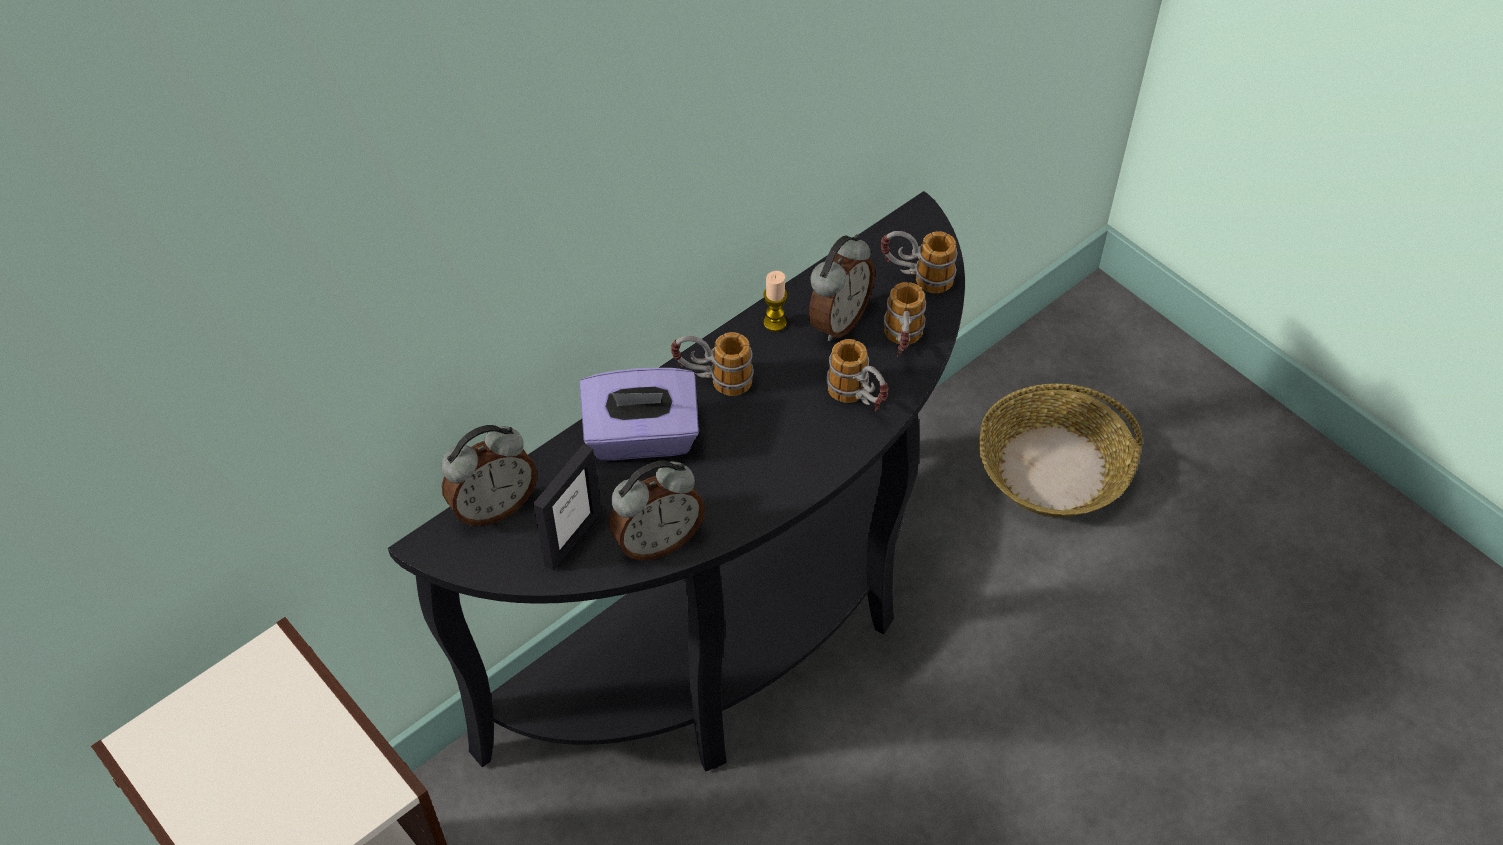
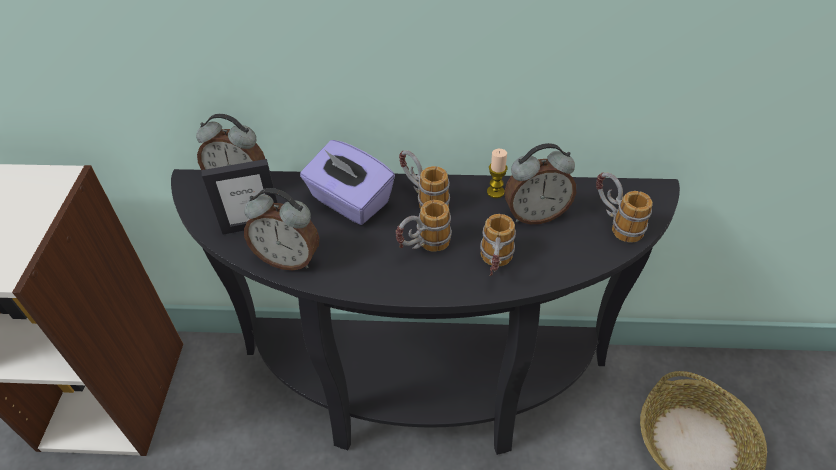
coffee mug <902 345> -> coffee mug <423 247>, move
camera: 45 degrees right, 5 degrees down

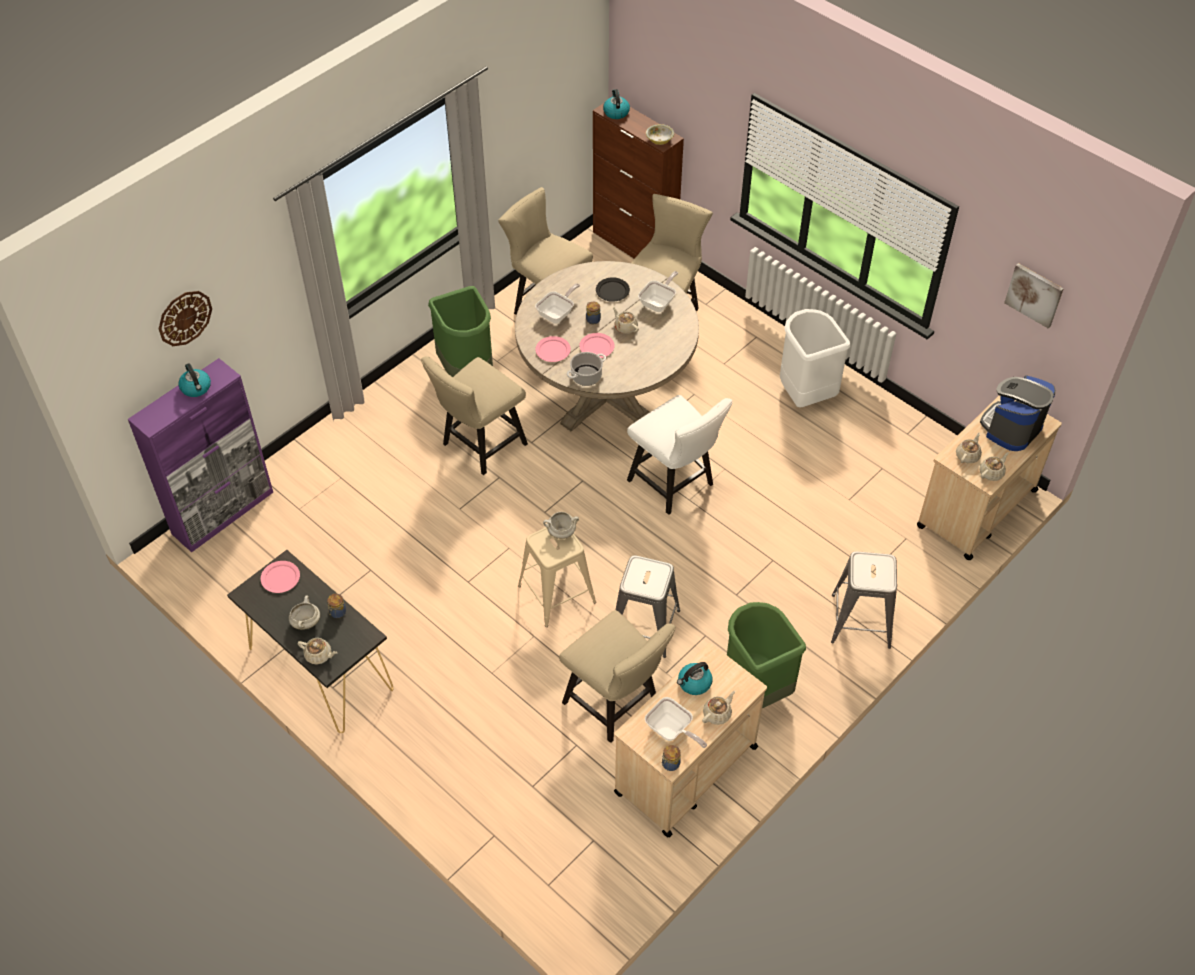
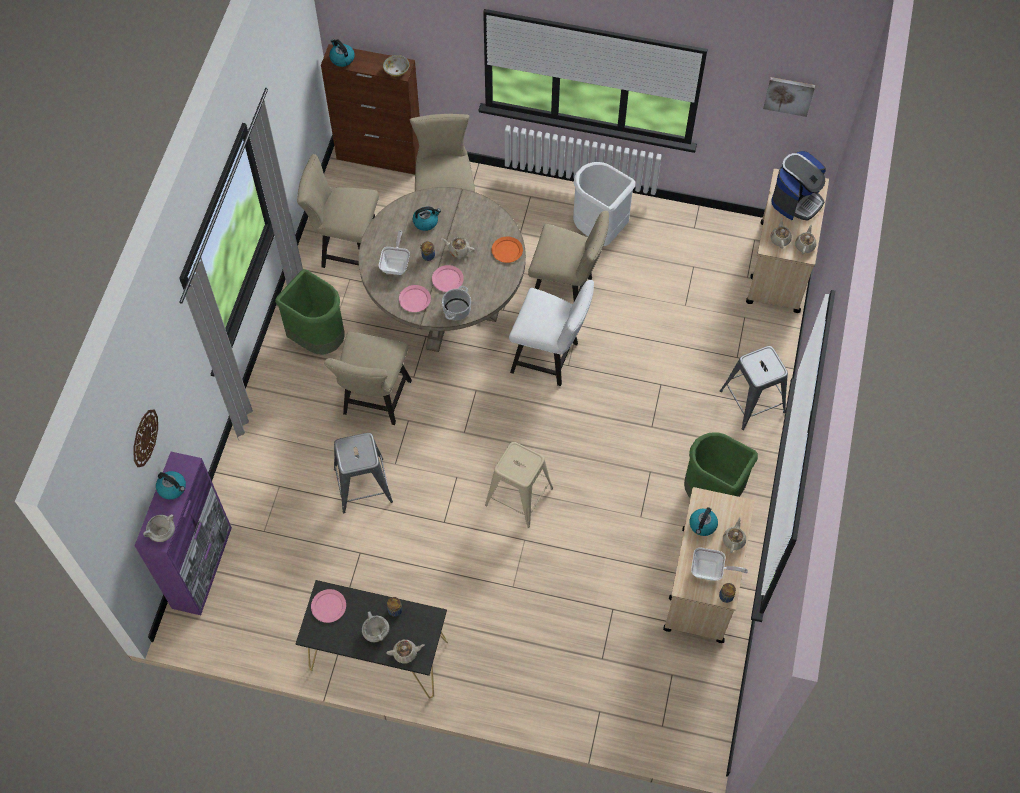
skillet <659 302> -> none
none -> orange-coloured plate <507 250>
white-coloured cooking pot <561 532> -> white-coloured cooking pot <162 533>, move
sand-coloured chair <616 705> -> sand-coloured chair <566 293>, move
greyish stool <644 626> -> greyish stool <362 485>, move
black plate <612 291> -> water kettle <426 222>
coffee maker <1011 428> -> coffee maker <796 200>, 150 degrees counterclockwise
camera: 30 degrees left, 10 degrees up

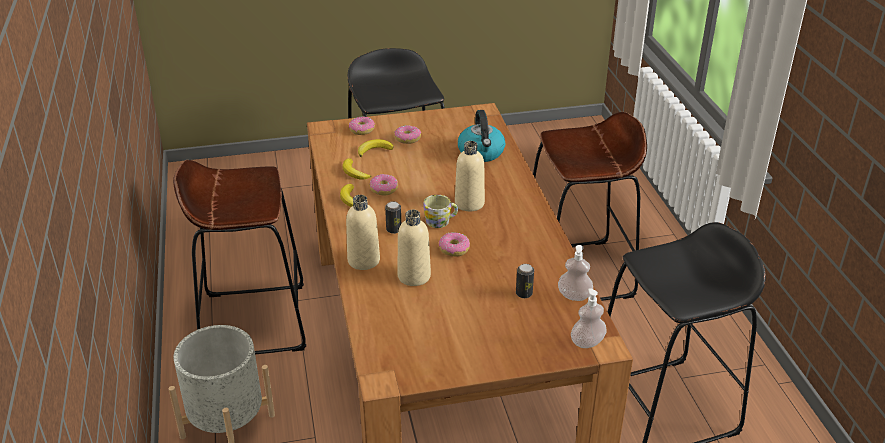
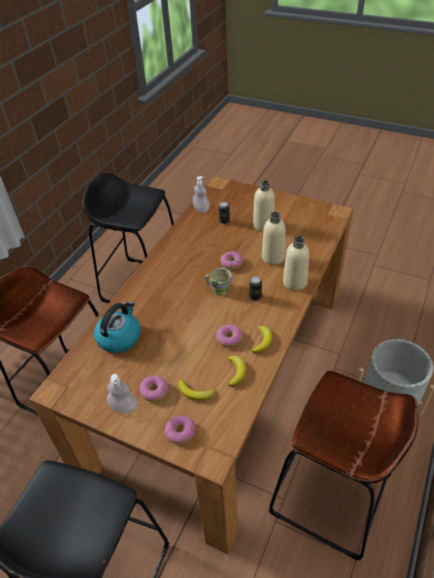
sand-coloured bottle <469 203> -> sand-coloured bottle <263 225>, move
liquid soap bottle <587 342> -> liquid soap bottle <124 407>, move
camera: 140 degrees left, 10 degrees up

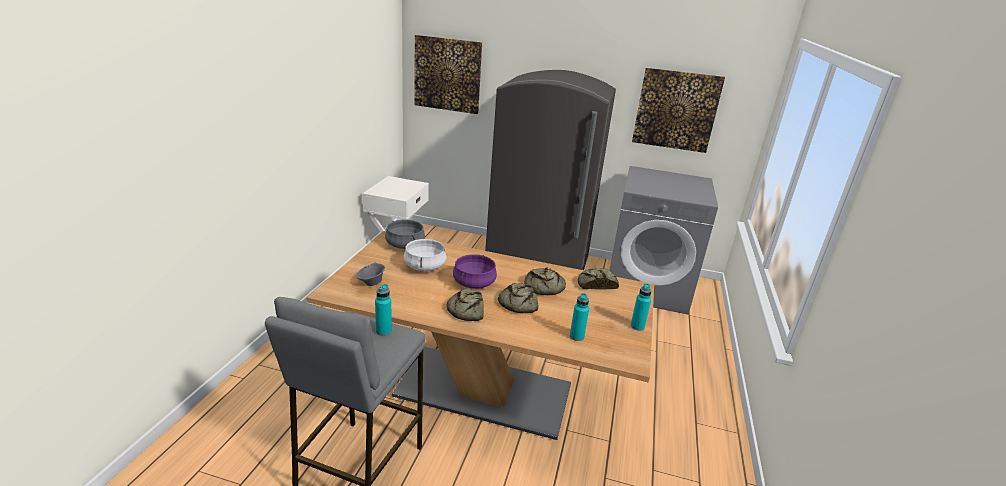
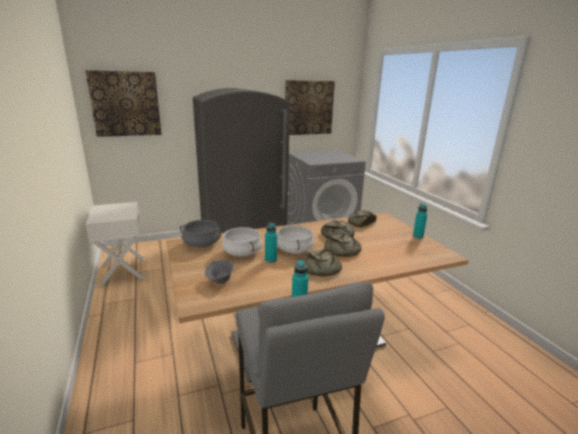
blue-green bottle <576 336> -> blue-green bottle <271 260>, move
purple cooking pot <473 283> -> white-coloured cooking pot <294 250>
camera: 35 degrees left, 5 degrees down

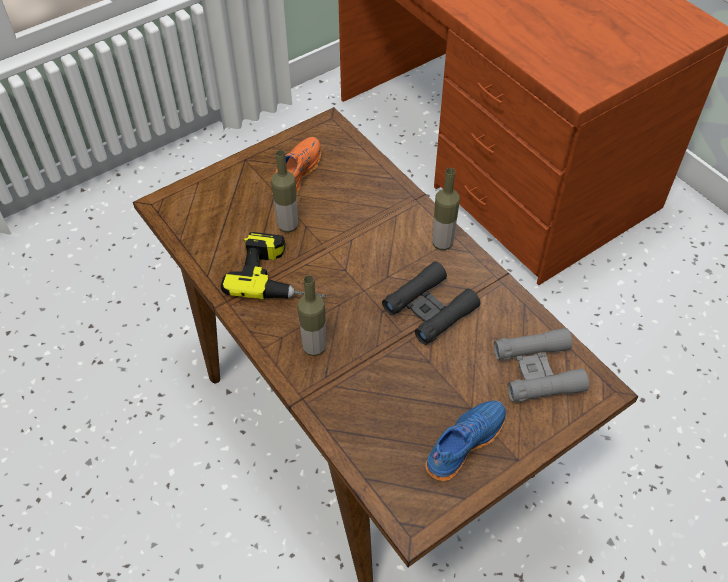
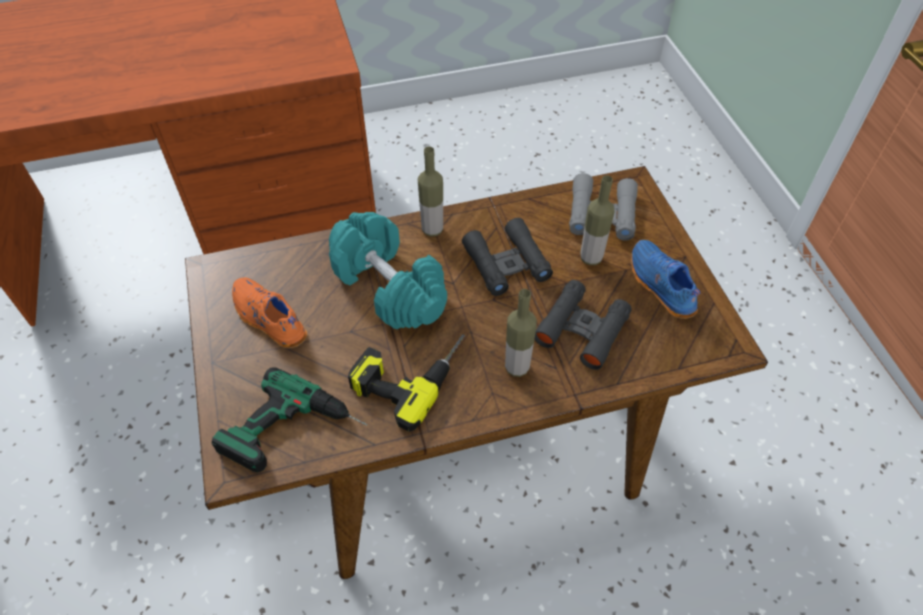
none -> power drill <296 435>
none -> blue-green hand weight <390 287>
none -> black field glasses <582 329>
bottle <287 226> -> bottle <591 258>, move
camera: 70 degrees left, 0 degrees up

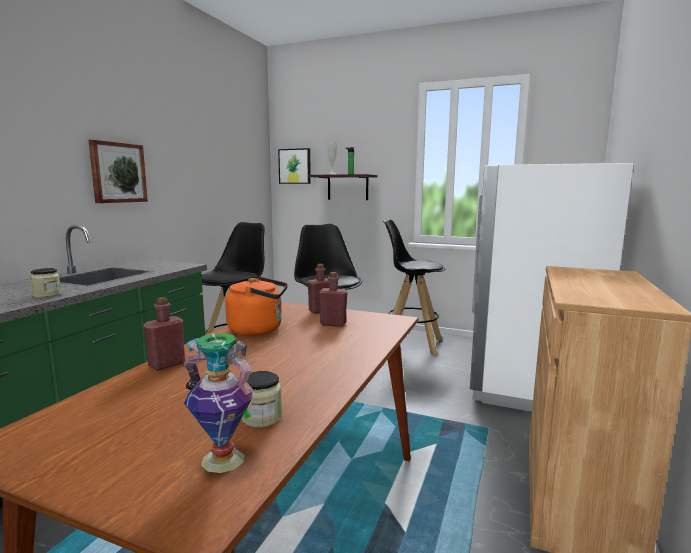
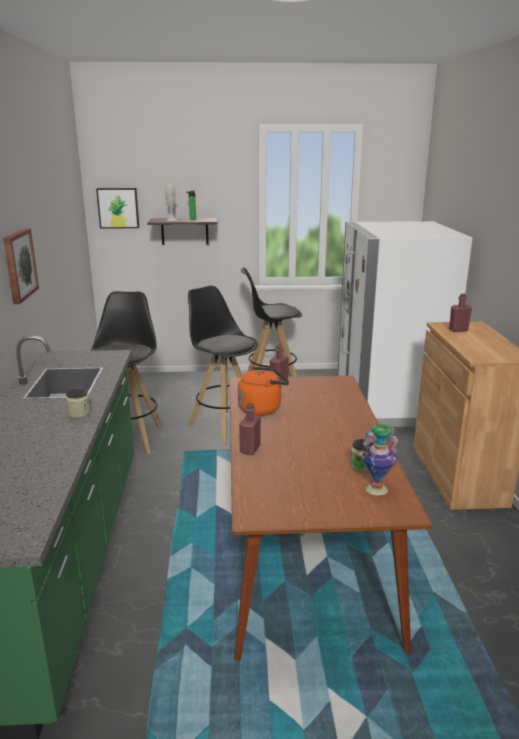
red-coloured bottle <333 324> -> red-coloured bottle <458 330>, move
camera: 25 degrees left, 10 degrees up

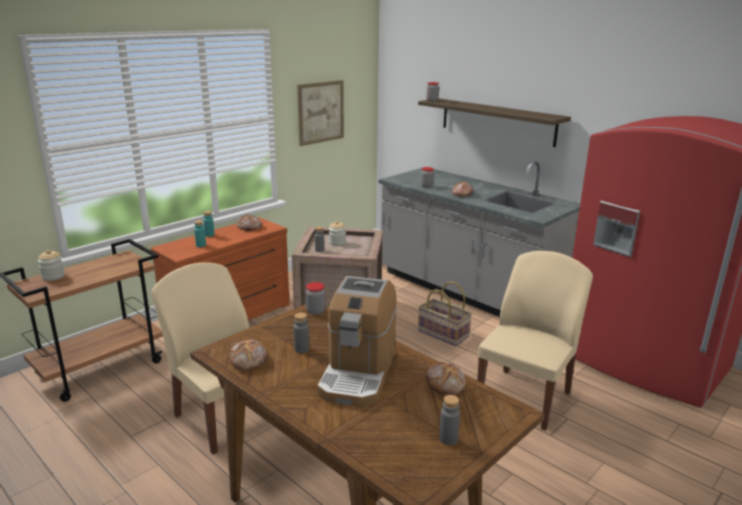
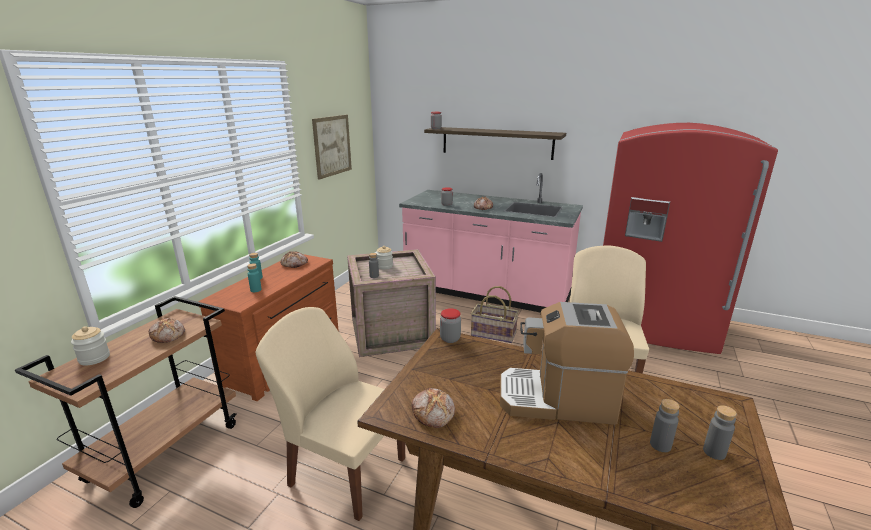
greyish bottle <301 349> -> greyish bottle <660 445>, move
bakery bread <446 384> -> bakery bread <168 335>, move
greyish kitchen counter <467 292> -> pinkish kitchen counter <486 293>
coffee maker <358 373> -> coffee maker <557 399>, 105 degrees clockwise
camera: 20 degrees left, 0 degrees up

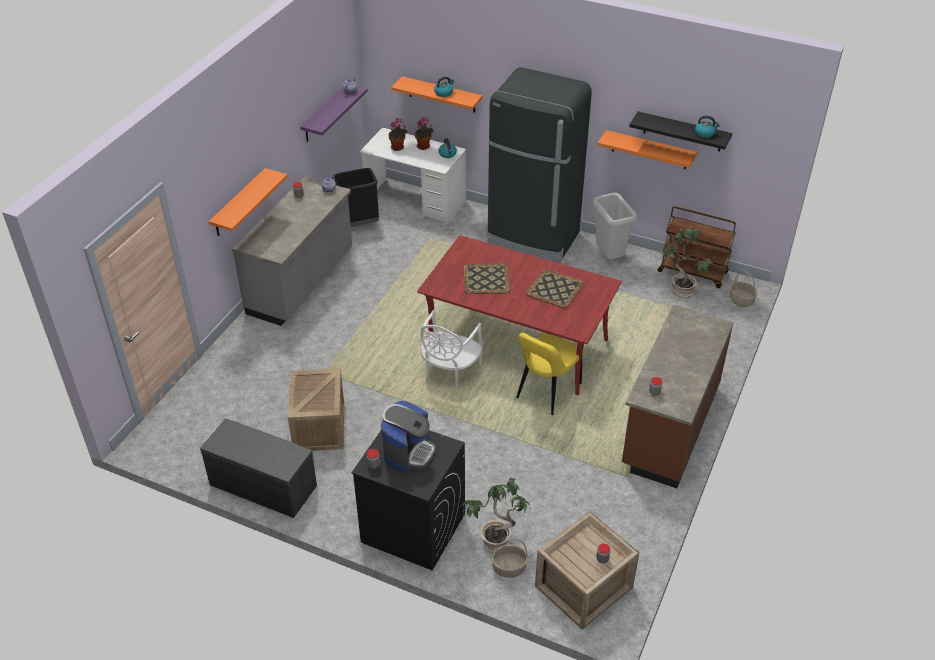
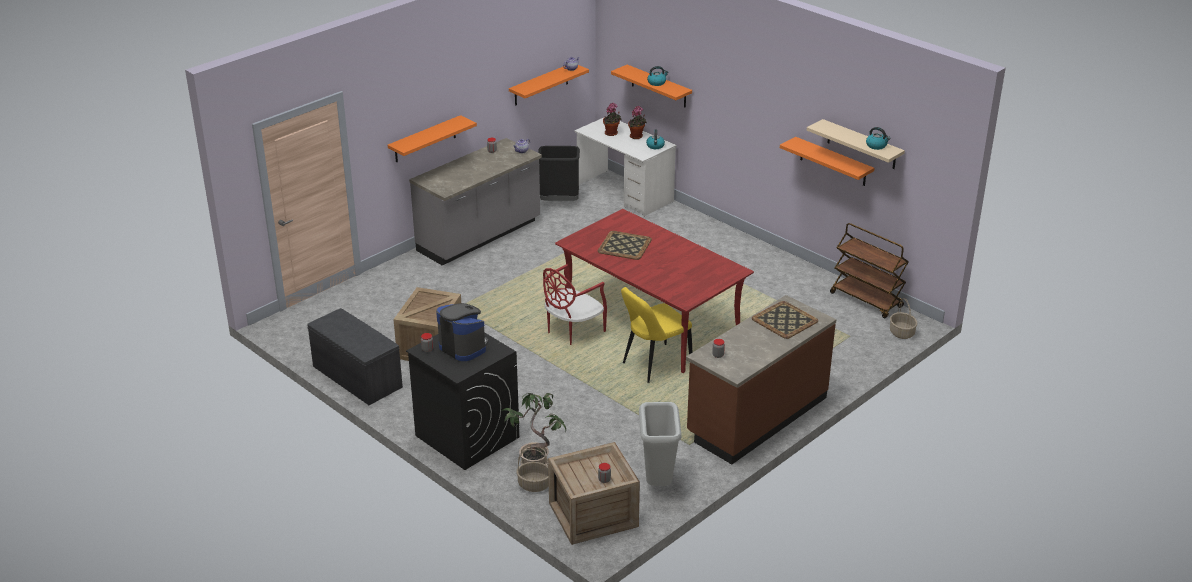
black fridge <533 239> -> none
houseplant <681 290> -> none
tray <555 289> -> tray <785 320>, move
greyish rubbish bin <609 257> -> greyish rubbish bin <658 483>, move
purple wall shelf <325 113> -> orange-coloured wall shelf <541 84>
white-coloured chair <449 372> -> red-coloured chair <572 331>
black wall shelf <682 132> -> sand-coloured wall shelf <861 145>
coffee maker <409 452> -> coffee maker <463 347>, 90 degrees counterclockwise
camera: 20 degrees right, 10 degrees down

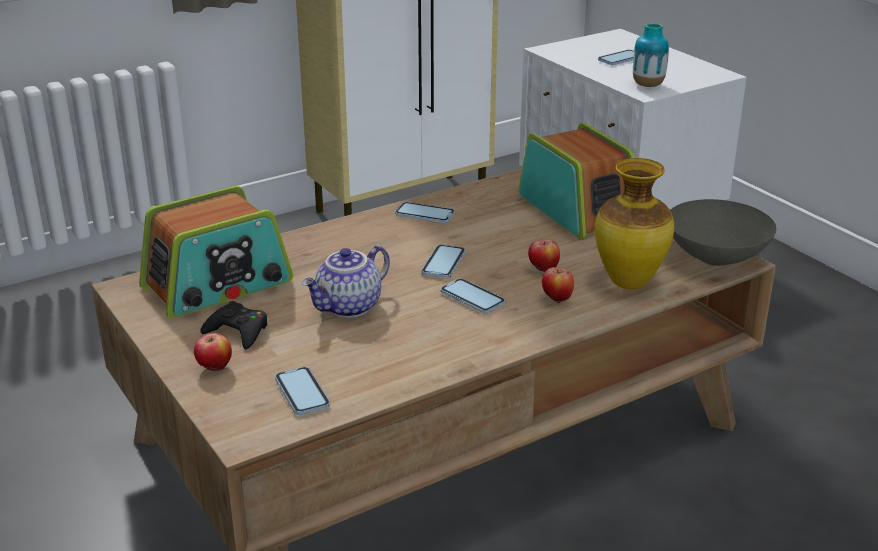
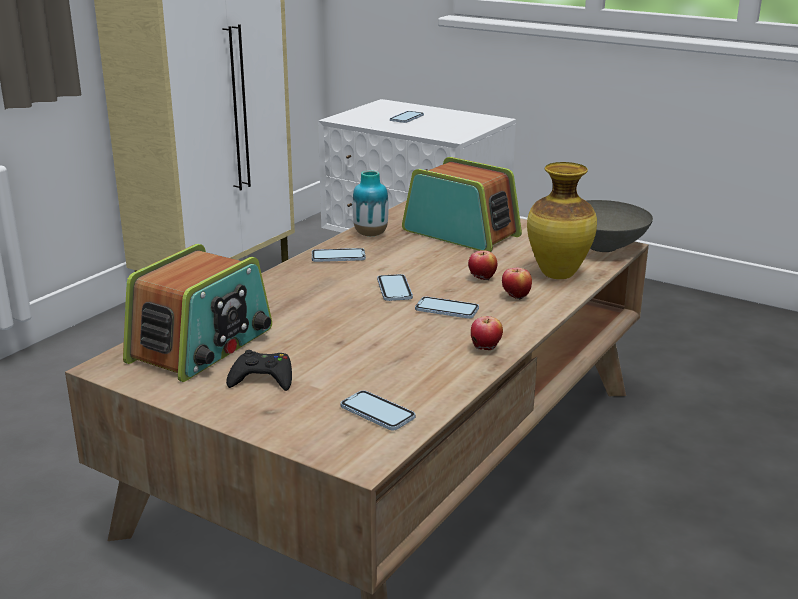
teapot <349 307> -> none
apple <214 368> -> apple <486 349>, move
vase <648 85> -> vase <370 234>, move
camera: 25 degrees left, 5 degrees down

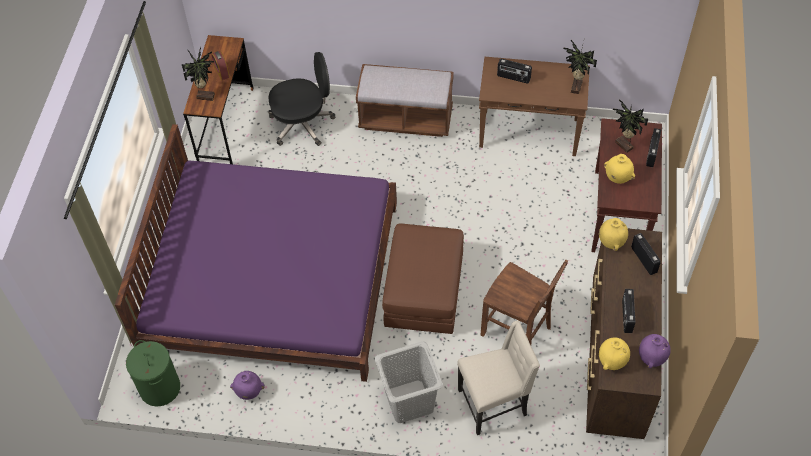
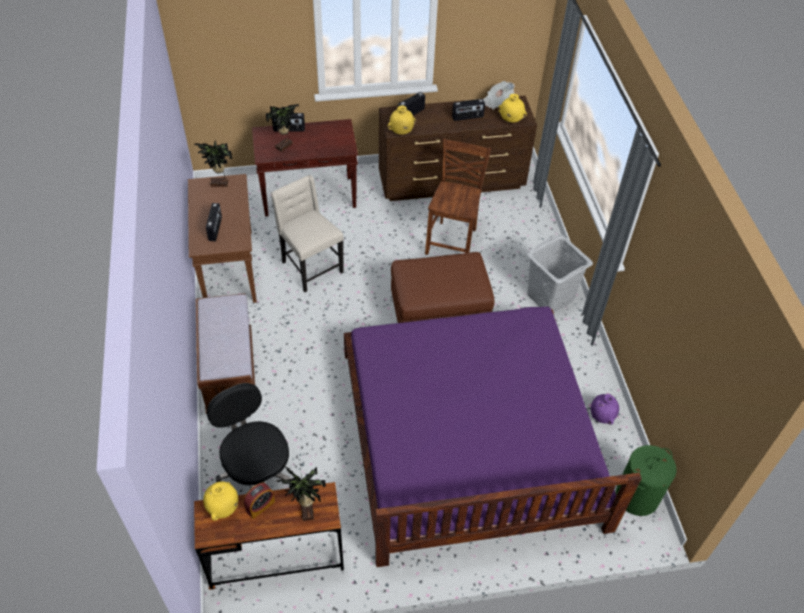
sand-coloured chair <494 403> -> sand-coloured chair <310 267>, move
yellow vase <617 178> -> yellow vase <223 508>, move
purple vase <651 358> -> daily paper <497 102>
camera: 110 degrees left, 5 degrees down

